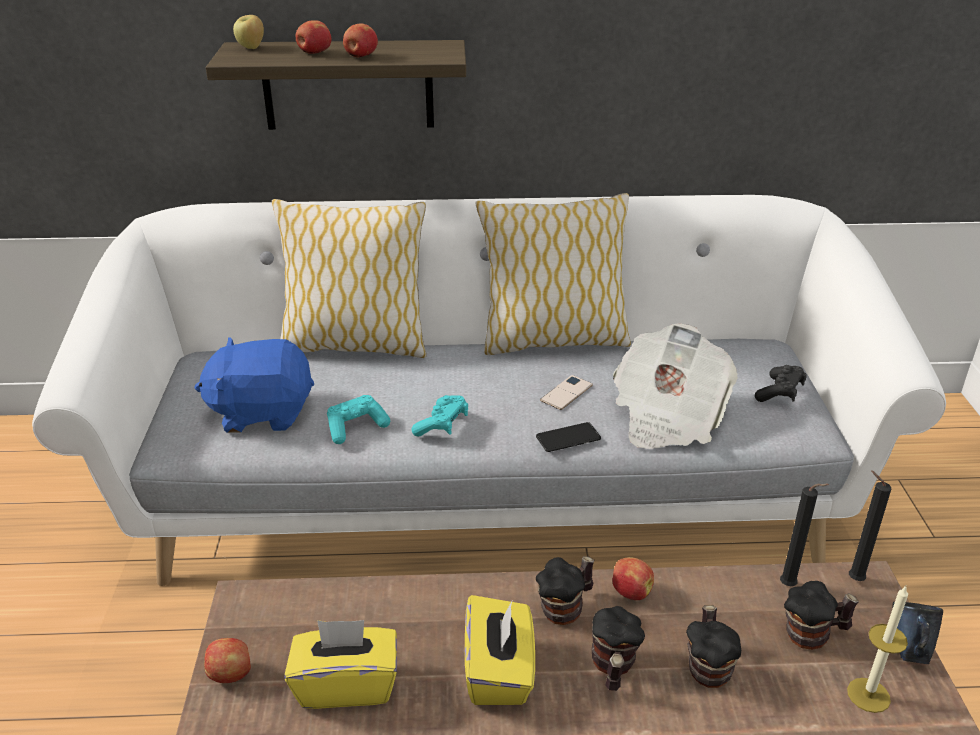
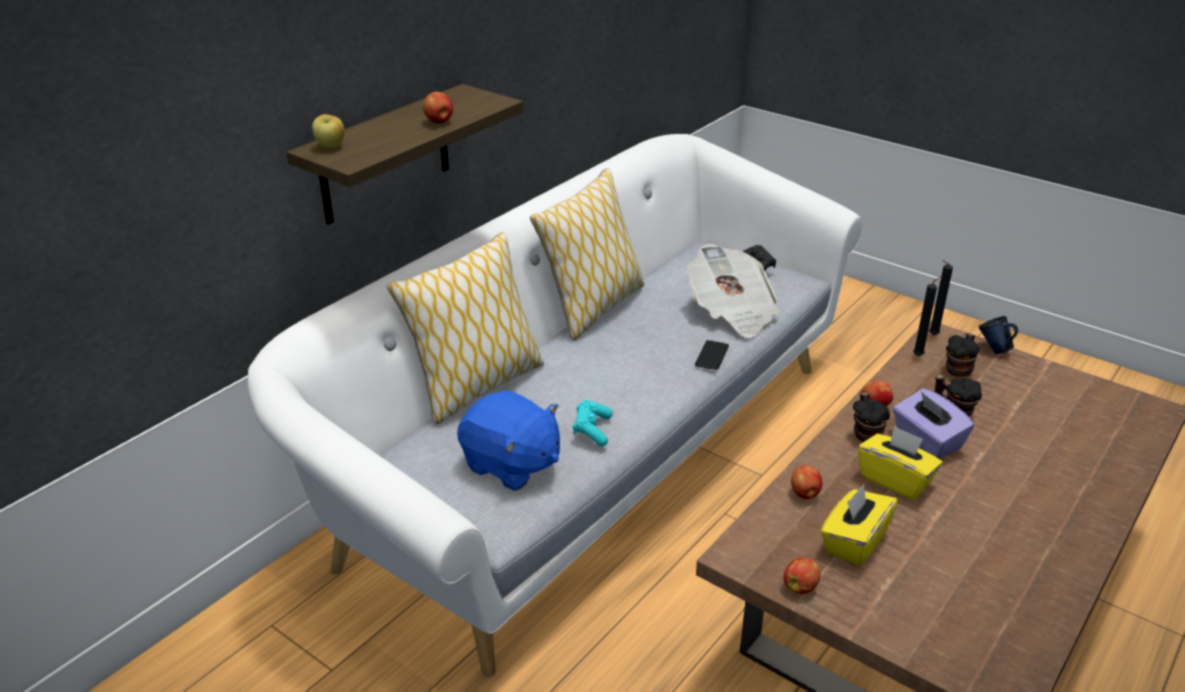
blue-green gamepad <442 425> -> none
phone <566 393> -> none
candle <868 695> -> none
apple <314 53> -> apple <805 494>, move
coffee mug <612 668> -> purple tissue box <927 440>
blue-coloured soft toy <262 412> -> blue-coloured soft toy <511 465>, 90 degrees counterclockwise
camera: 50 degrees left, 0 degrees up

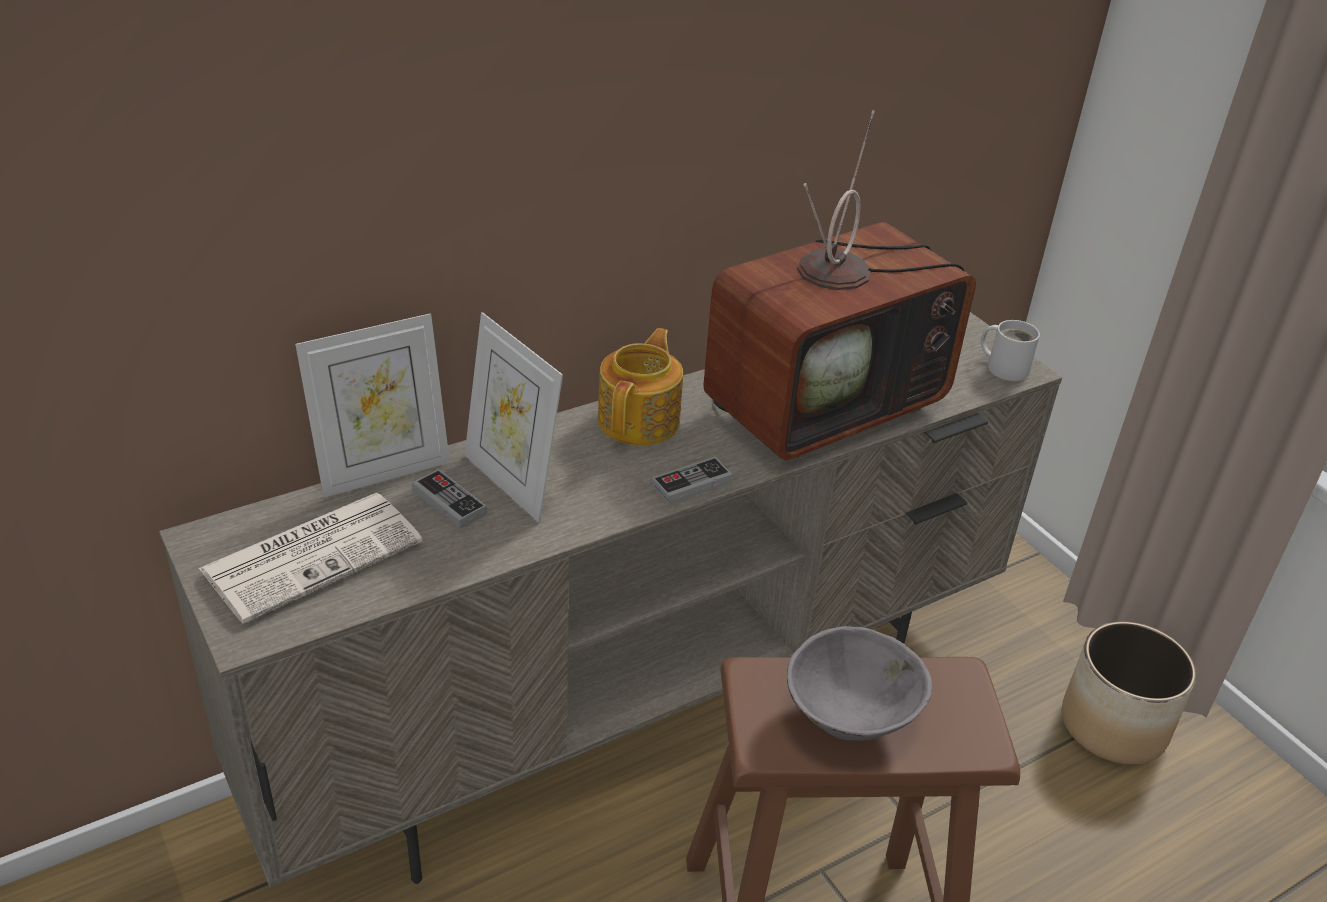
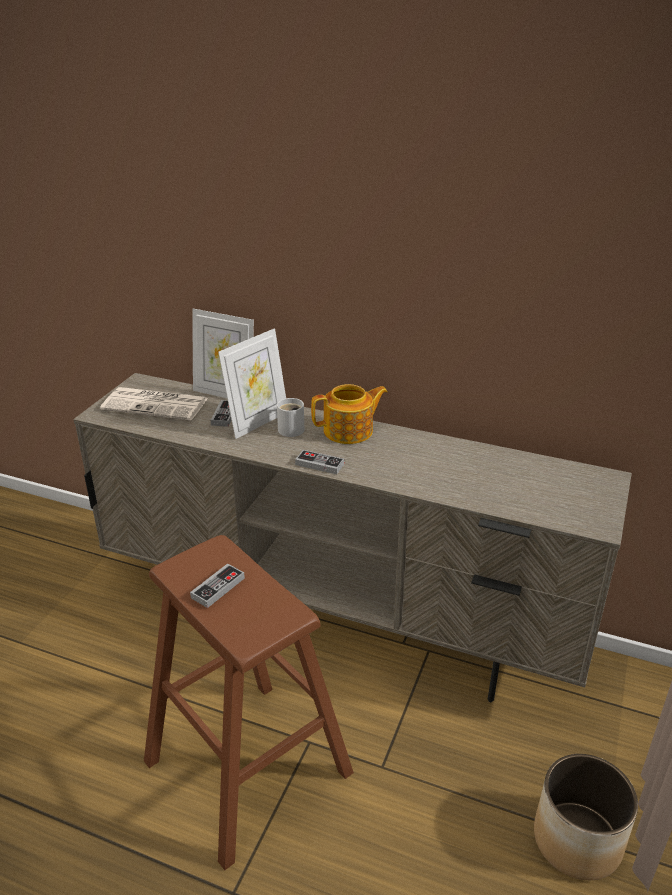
TV <826 402> -> none
white-coloured coffee mug <1005 367> -> white-coloured coffee mug <292 428>, move
greyish bowl <849 720> -> gamepad <218 588>
photo frame <512 482> -> photo frame <257 422>, 150 degrees counterclockwise
camera: 55 degrees right, 5 degrees down

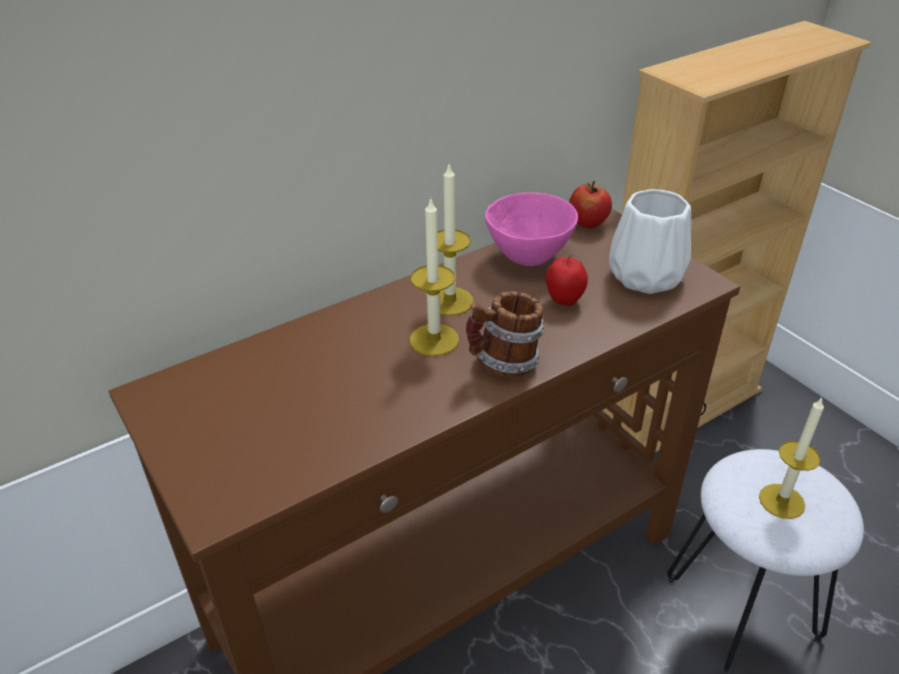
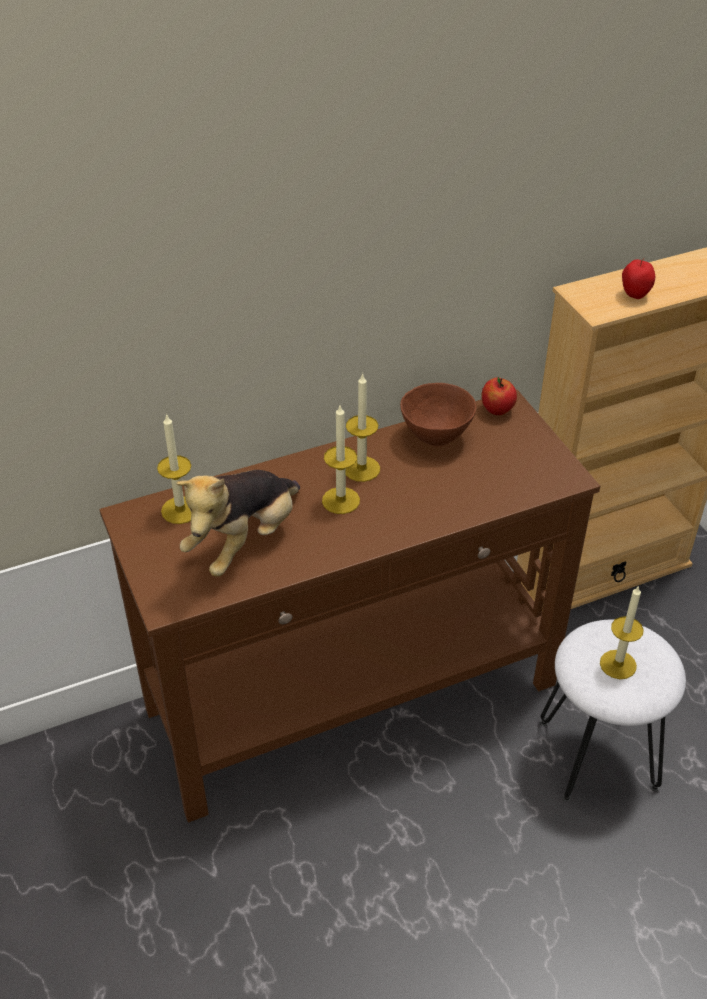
coffee mug <503 364> -> none
white-coloured vase <643 276> -> none
none -> candle <180 510>
none -> soft toy <244 541>
apple <564 301> -> apple <634 295>, move
pinkish bowl <528 258> -> brown-coloured bowl <436 437>
camera: 10 degrees right, 5 degrees up

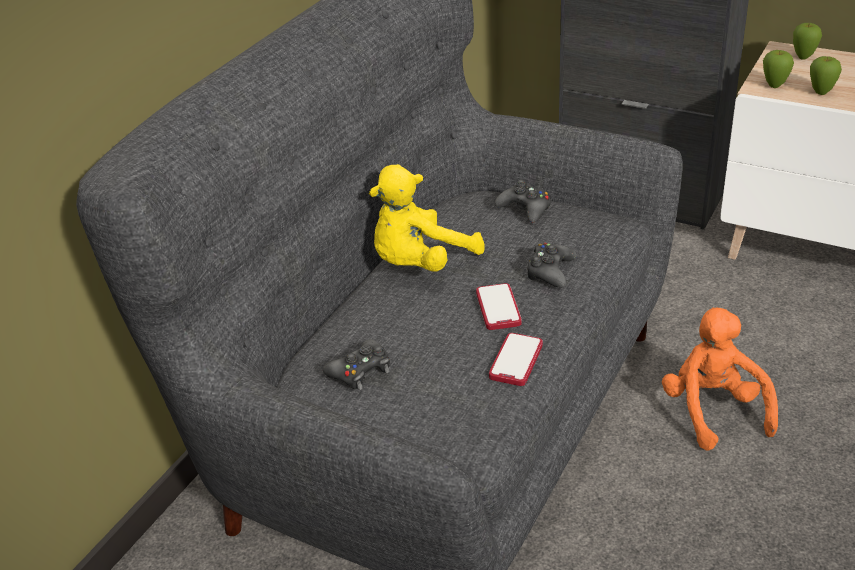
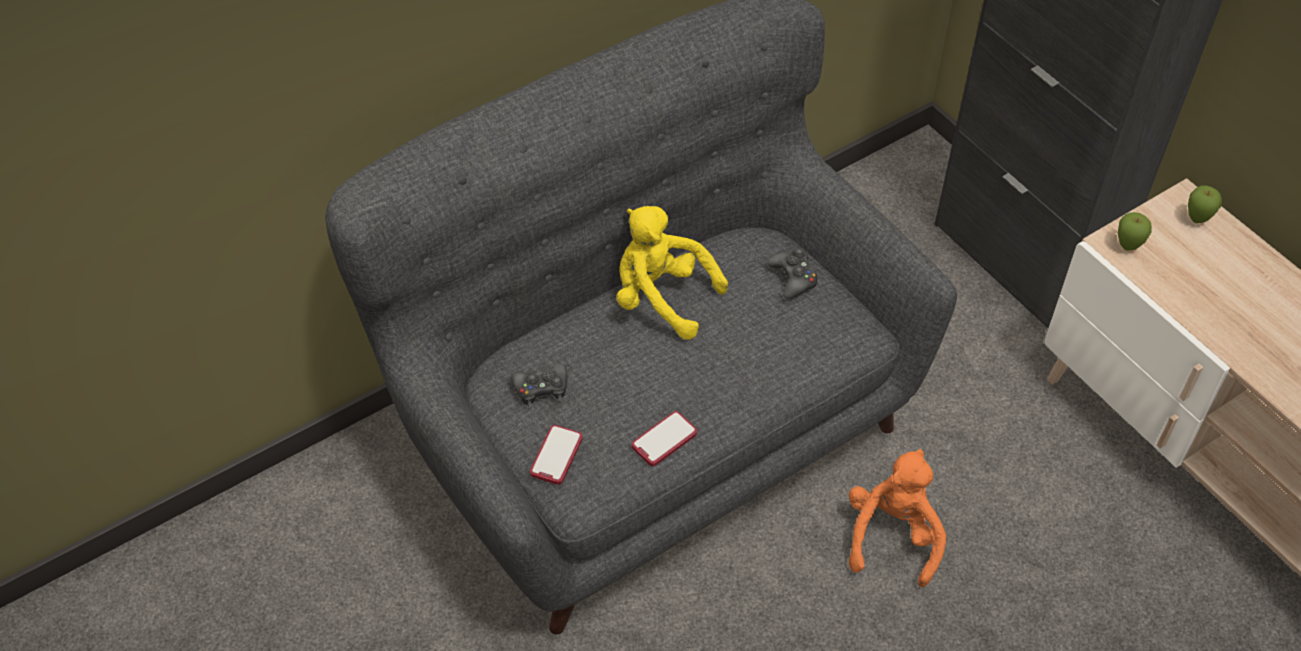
black gamepad <550 271> -> none
apple <821 92> -> none
phone <498 308> -> phone <556 456>, move
yellow soft toy <420 263> -> yellow soft toy <661 298>, 45 degrees clockwise
camera: 25 degrees right, 15 degrees up

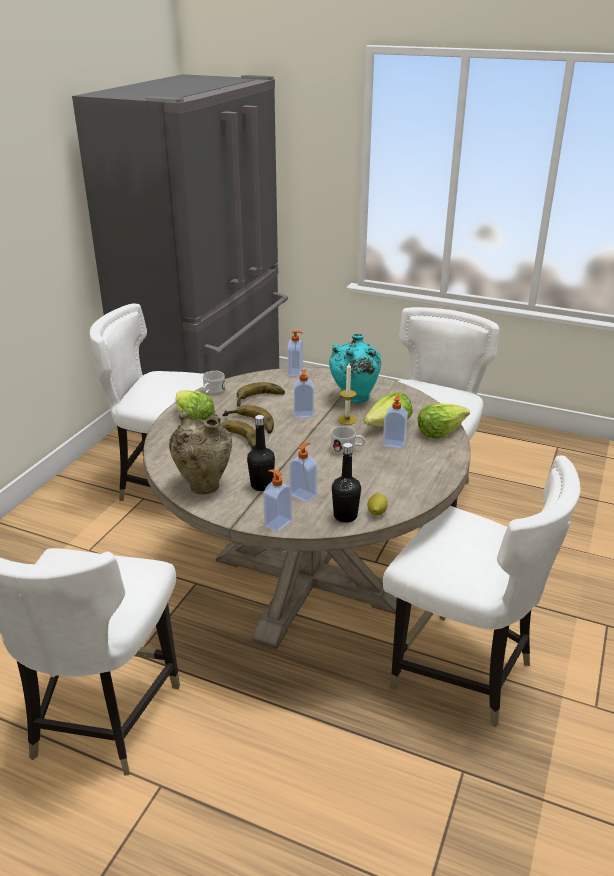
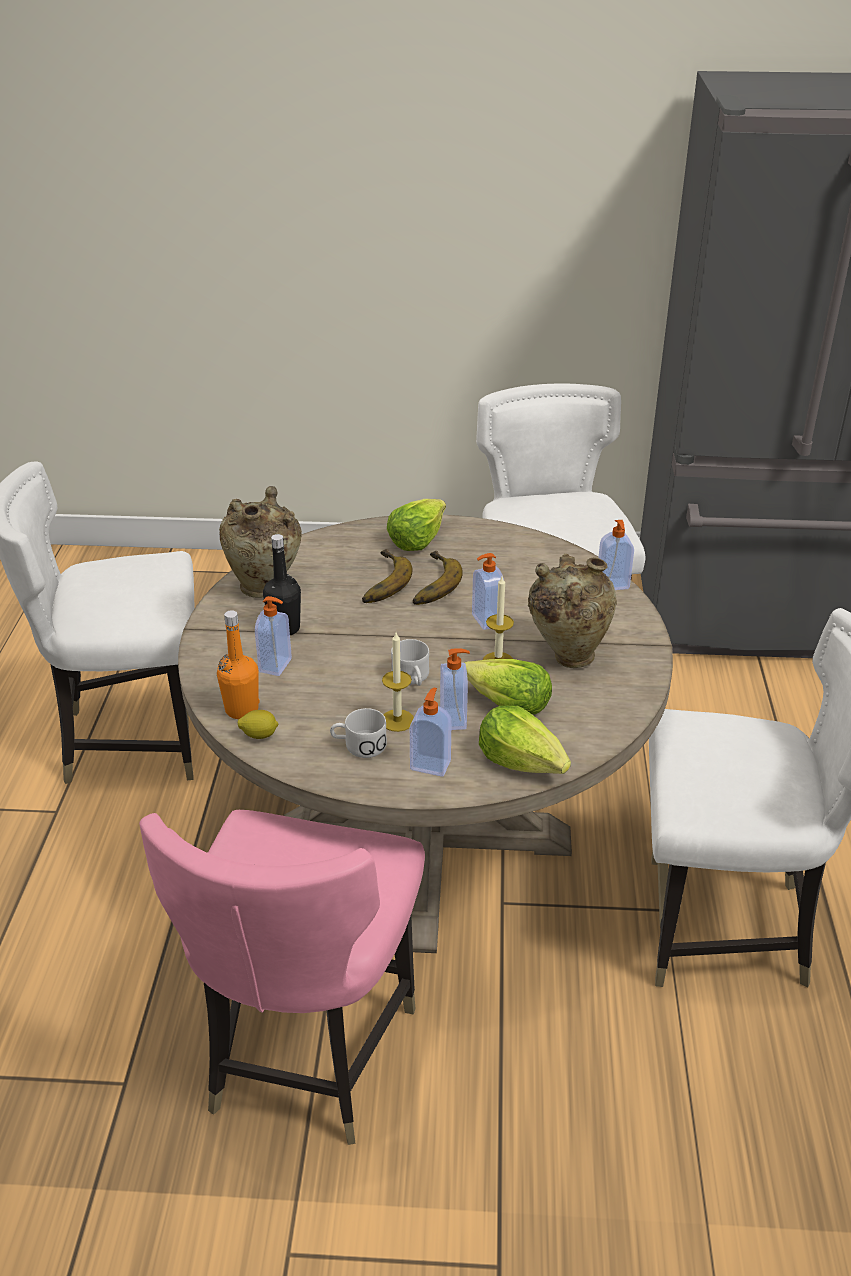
whole banana <260 400> -> none
none -> candle <397 720>
white-coloured coffee mug <212 392> -> white-coloured coffee mug <358 745>, move
liquid soap bottle <277 523> -> liquid soap bottle <430 764>, move
blue-green vase <354 399> -> sand-coloured vase <567 656>
black bottle <345 516> -> orange-coloured bottle <242 709>
white-coloured chair <462 671> -> pinkish chair <306 1054>
camera: 70 degrees right, 5 degrees up

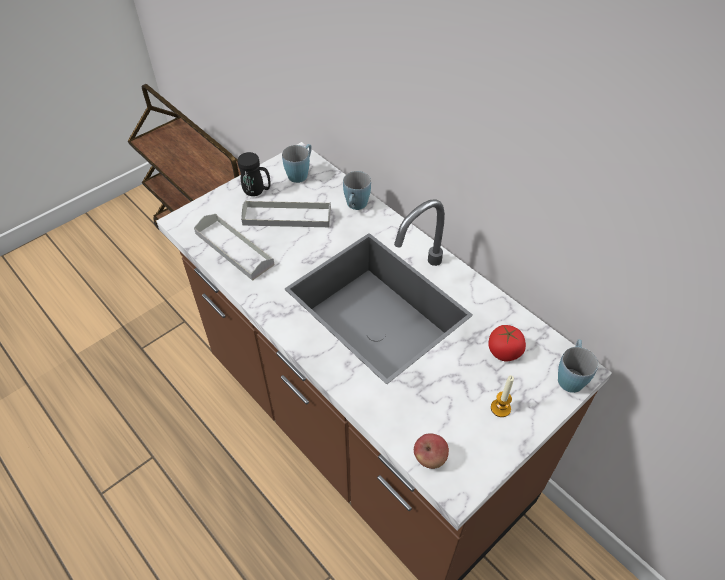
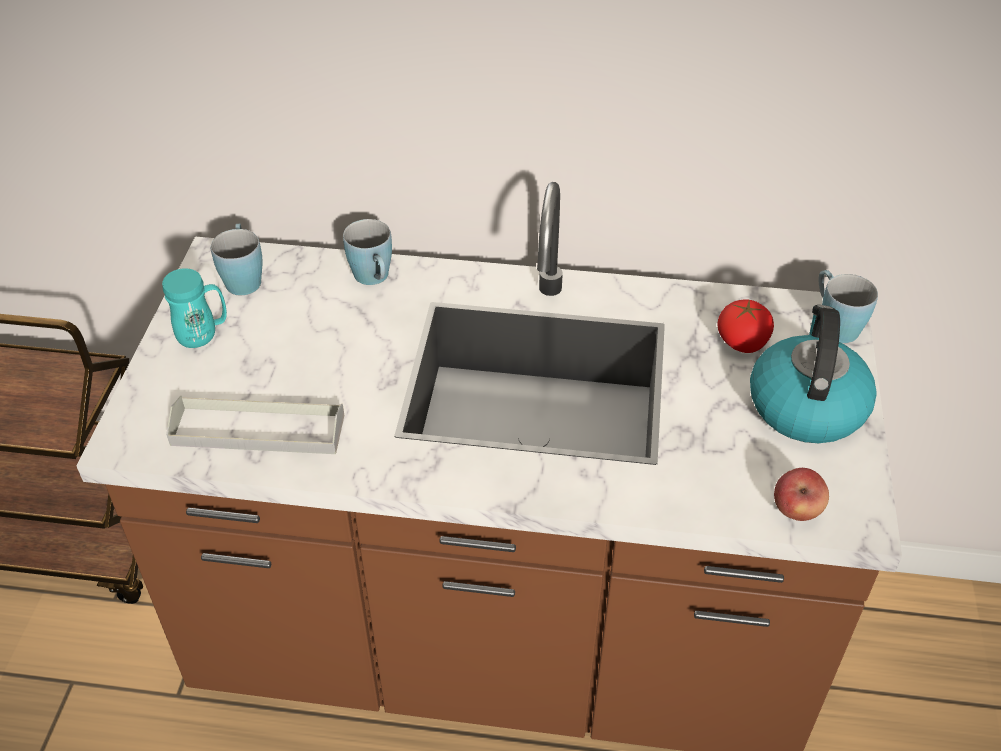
greyish tray <287 216> -> none
candle <500 408> -> water kettle <806 405>
black coffee mug <257 192> -> blue-green coffee mug <204 336>
camera: 40 degrees left, 5 degrees down

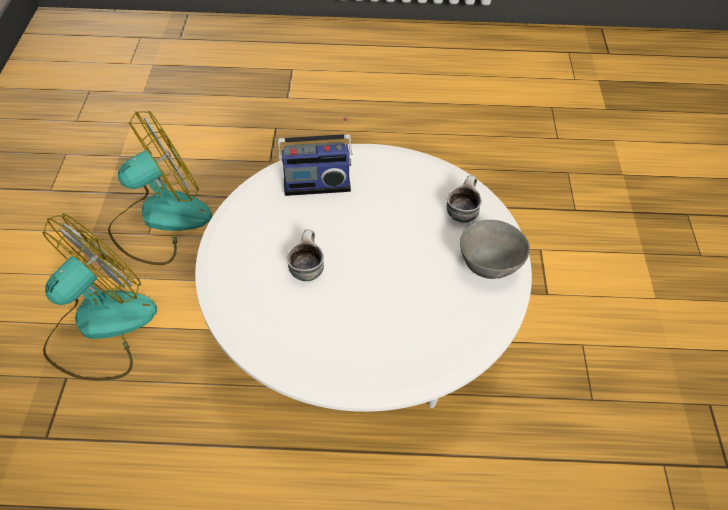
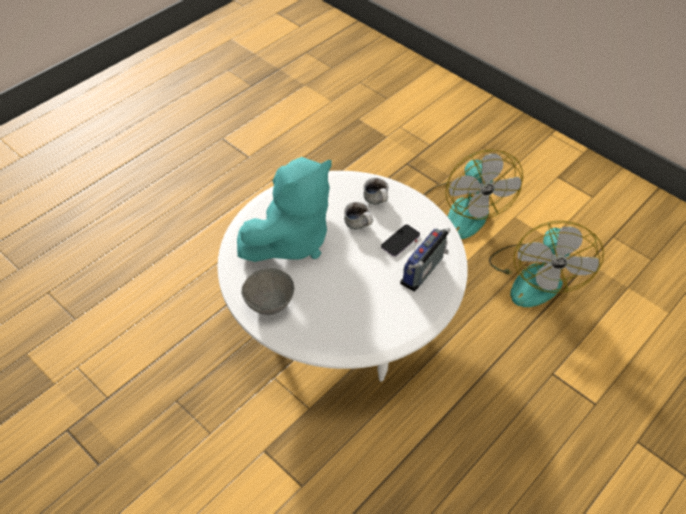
none -> blue-green soft toy <290 240>
none -> phone <400 241>
coffee mug <462 211> -> coffee mug <377 201>, move
camera: 130 degrees right, 0 degrees up

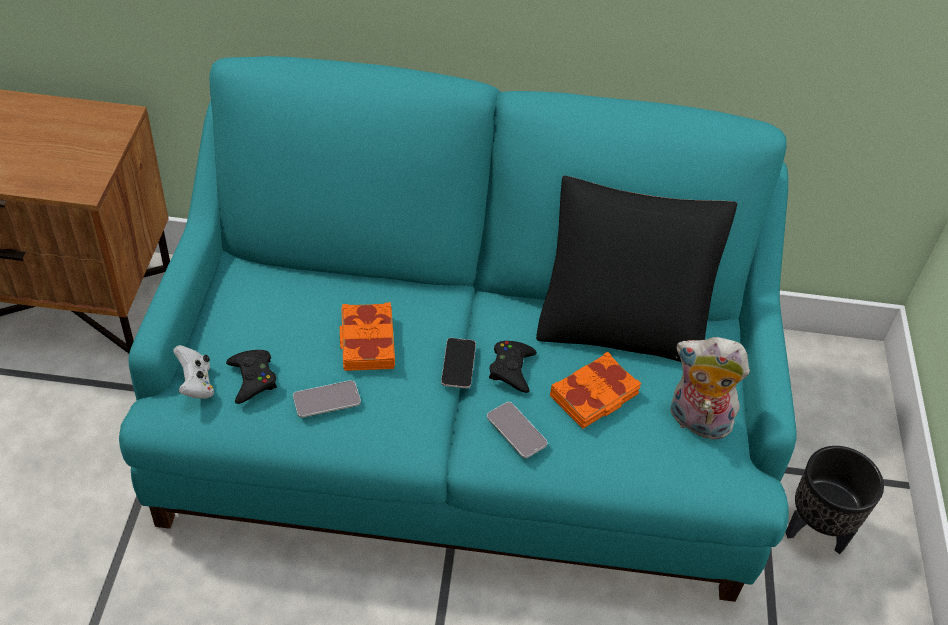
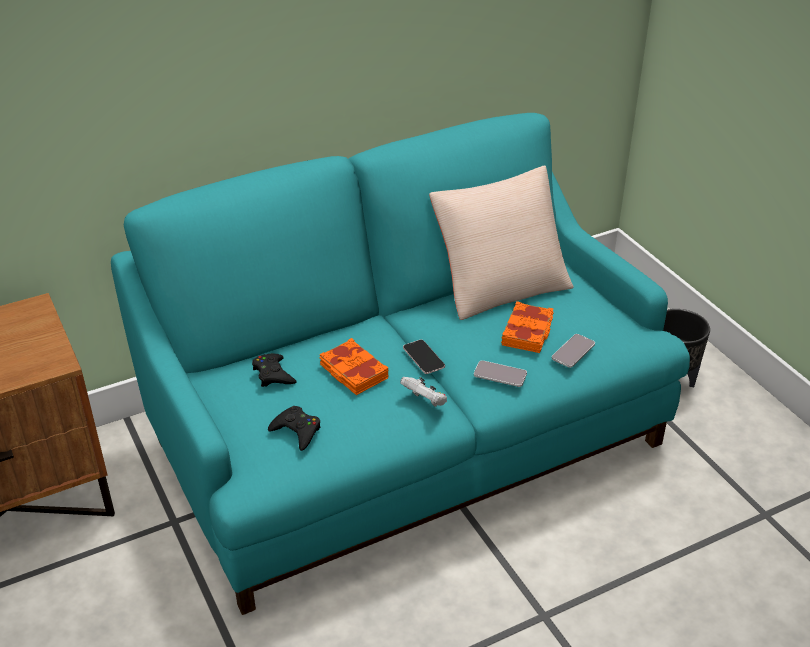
soft toy <696 422> -> none
white-coloured gamepad <196 384> -> white-coloured gamepad <425 401>, move
phone <326 400> -> phone <573 351>, move
black gamepad <511 369> -> black gamepad <273 374>, move
black cushion <623 318> -> sand-coloured cushion <500 284>
camera: 30 degrees left, 10 degrees down

